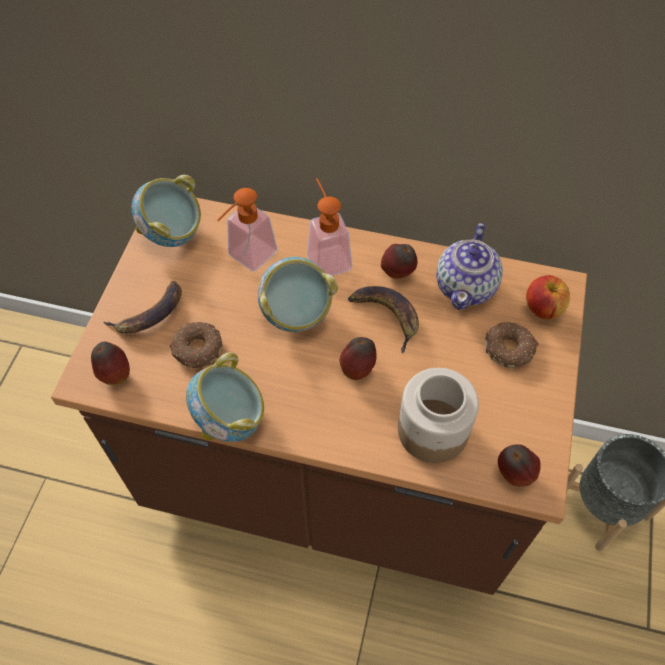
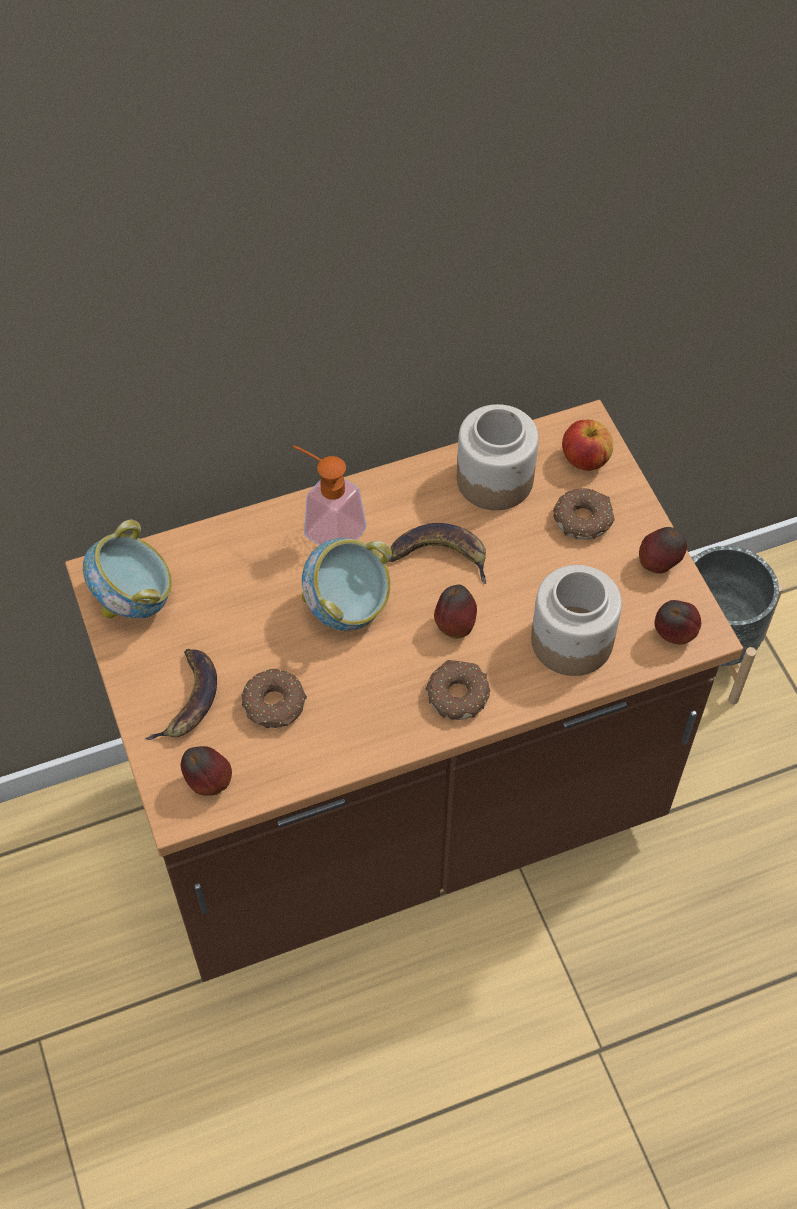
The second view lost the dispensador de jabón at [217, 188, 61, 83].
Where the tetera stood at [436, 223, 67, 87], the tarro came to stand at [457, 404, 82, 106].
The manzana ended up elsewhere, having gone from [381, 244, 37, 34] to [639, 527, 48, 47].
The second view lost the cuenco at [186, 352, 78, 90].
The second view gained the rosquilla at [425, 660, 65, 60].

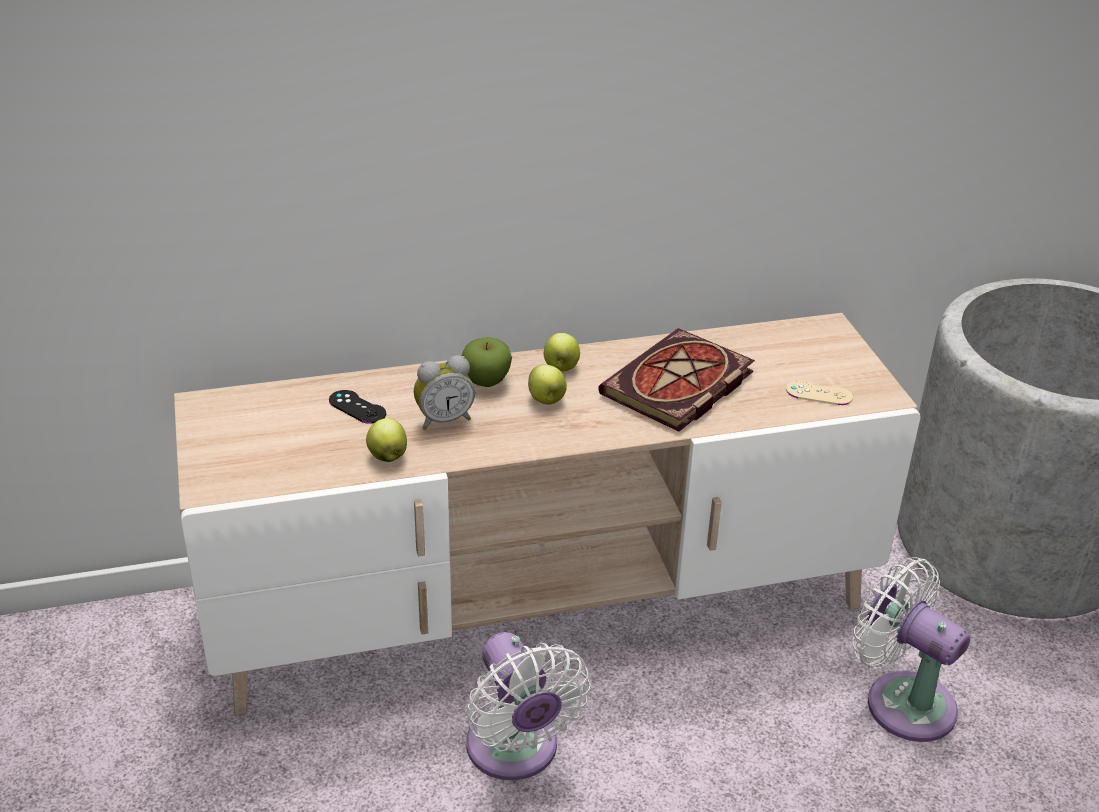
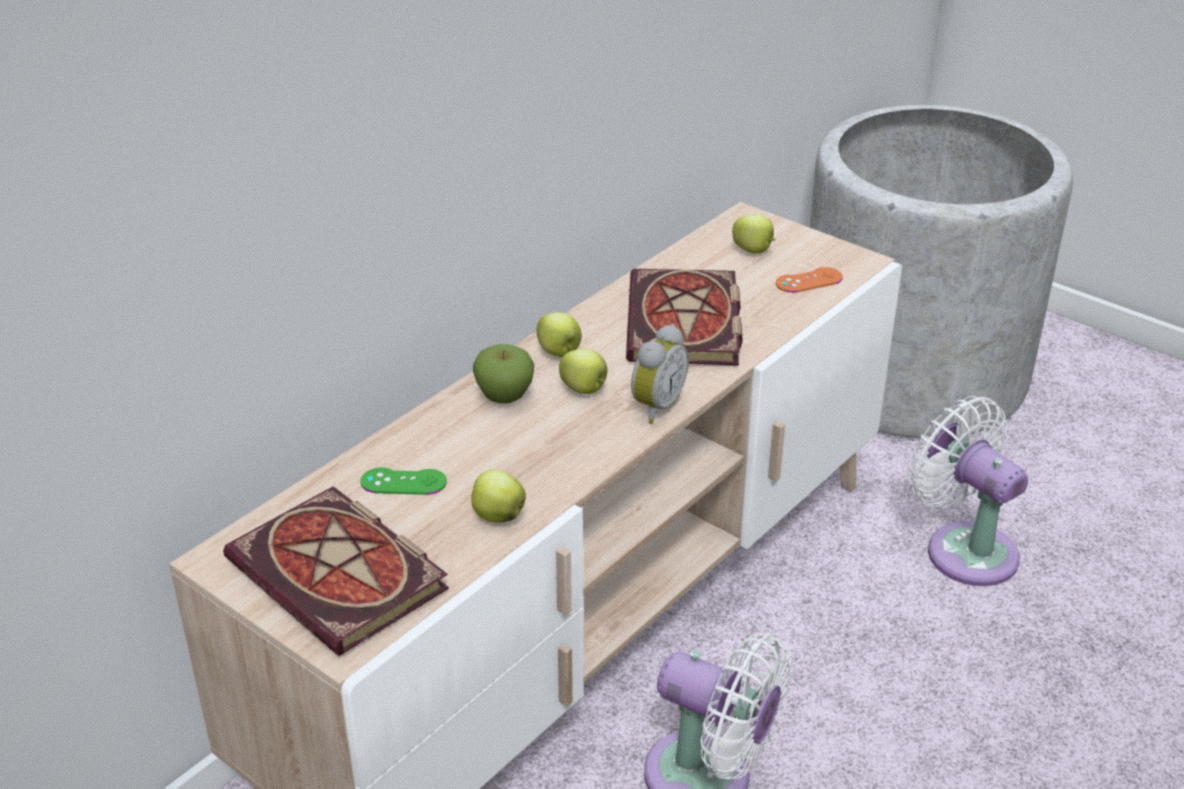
The despertador ended up elsewhere, having gone from [414, 355, 61, 75] to [631, 324, 58, 100].
What was the mando de consola [beis] at [786, 381, 67, 24] turned into the mando de consola [naranja] at [776, 267, 67, 26].
What was the mando de consola [negro] at [329, 390, 57, 34] turned into the mando de consola [verde] at [360, 467, 87, 28].
The ventilador [blanco] at [853, 557, 117, 185] ended up facing another way, 45 degrees clockwise from before.
The second view gained the manzana at [732, 214, 44, 40].
The second view gained the libro at [223, 486, 226, 170].

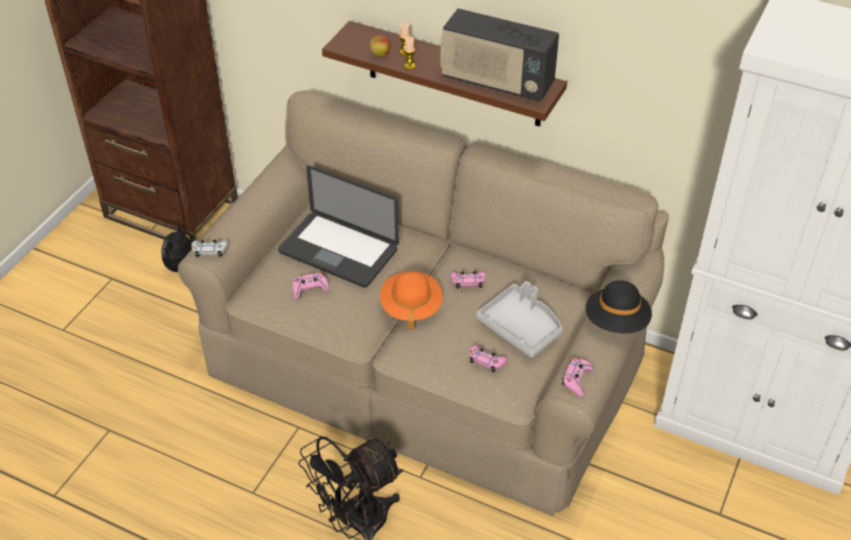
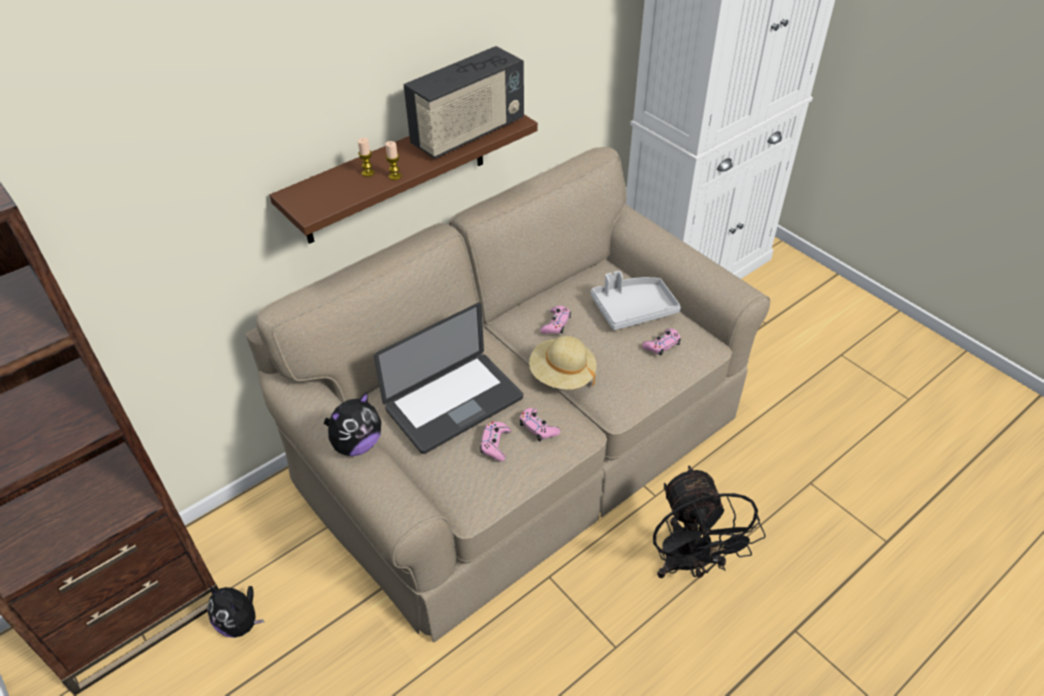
The second view lost the manzana at [370, 35, 20, 22].
The second view lost the mando de consola [blanco] at [191, 240, 38, 17].
What was the sombrero [naranja] at [380, 272, 63, 58] turned into the sombrero [beis] at [529, 336, 68, 54].
The second view lost the sombrero [negro] at [586, 280, 66, 53].
The mando de consola [rosa] ended up elsewhere, having gone from [562, 358, 32, 38] to [520, 408, 40, 33].
The second view gained the peluche at [324, 392, 57, 64].

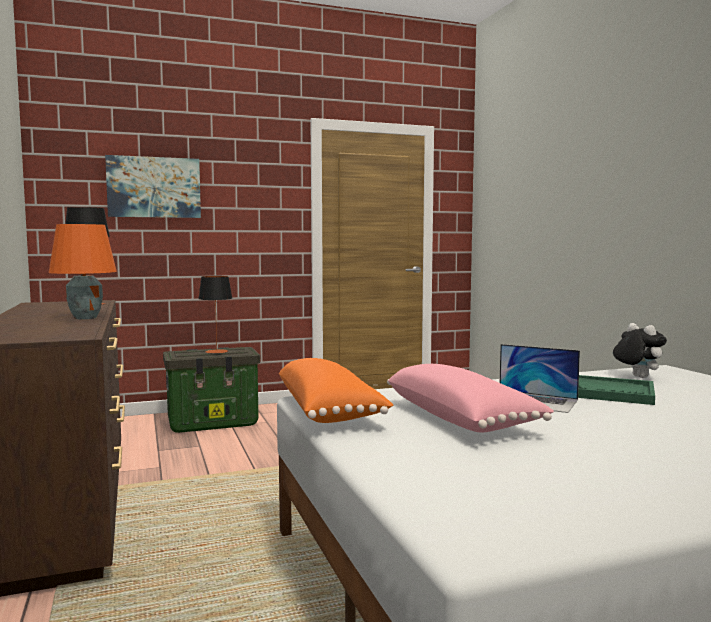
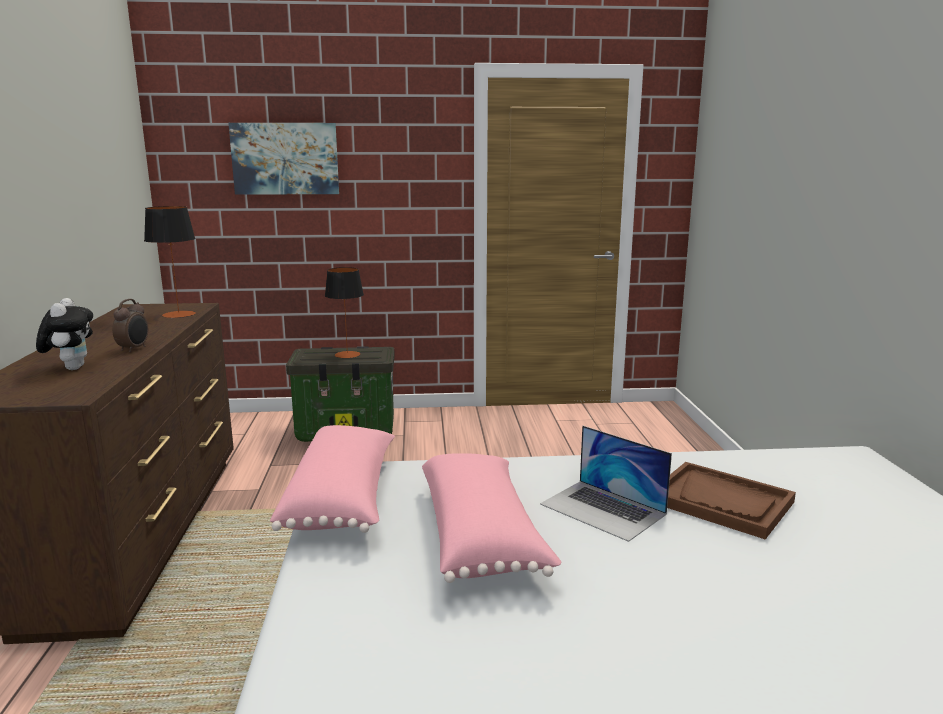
Where the lámpara de mesa [naranja] stood at [49, 224, 68, 95], the despertador came to stand at [112, 299, 36, 53].
The peluche ended up elsewhere, having gone from [613, 323, 54, 55] to [36, 298, 57, 72].
What was the cojín [naranja] at [279, 358, 114, 65] turned into the cojín [rosa] at [270, 425, 125, 108].
What was the bandeja [verde] at [578, 375, 77, 30] turned into the bandeja [marrón] at [667, 462, 129, 77].

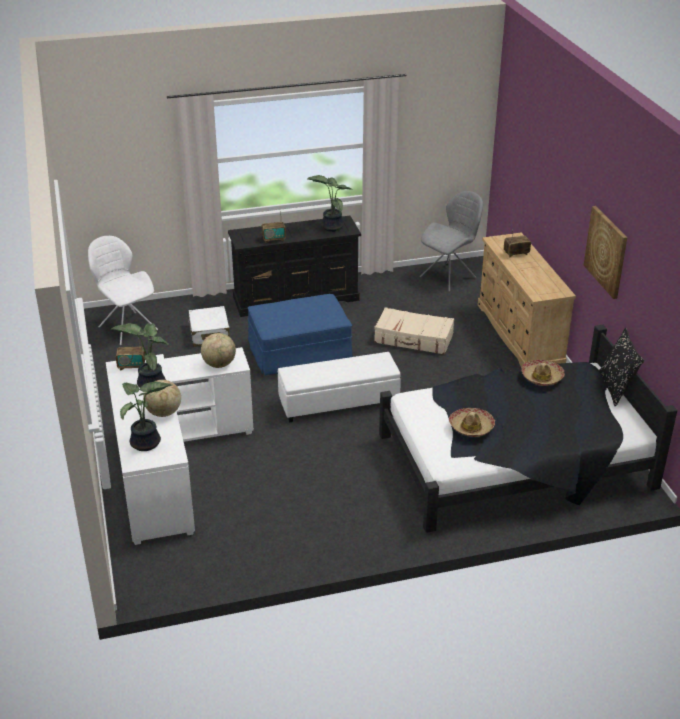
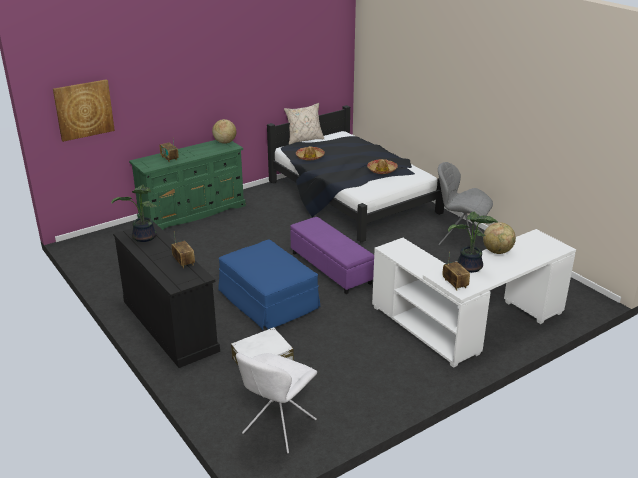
The silla [gris] ended up elsewhere, having gone from [420, 191, 63, 101] to [438, 162, 55, 83].
The cuadro ended up elsewhere, having gone from [584, 206, 43, 93] to [53, 79, 62, 63].
What was the cómoda [beis] at [478, 233, 98, 135] turned into the cómoda [verde] at [129, 140, 117, 90].
The second view lost the maleta [beis] at [374, 307, 80, 48].
What was the cojín [negro] at [599, 328, 45, 79] turned into the cojín [beis] at [284, 103, 40, 41].
The globo terráqueo ended up elsewhere, having gone from [201, 333, 35, 35] to [212, 119, 24, 25].
What was the puf [blanco] at [278, 352, 123, 71] turned into the puf [morado] at [290, 217, 84, 77].
The second view lost the planta en maceta at [120, 381, 52, 70].

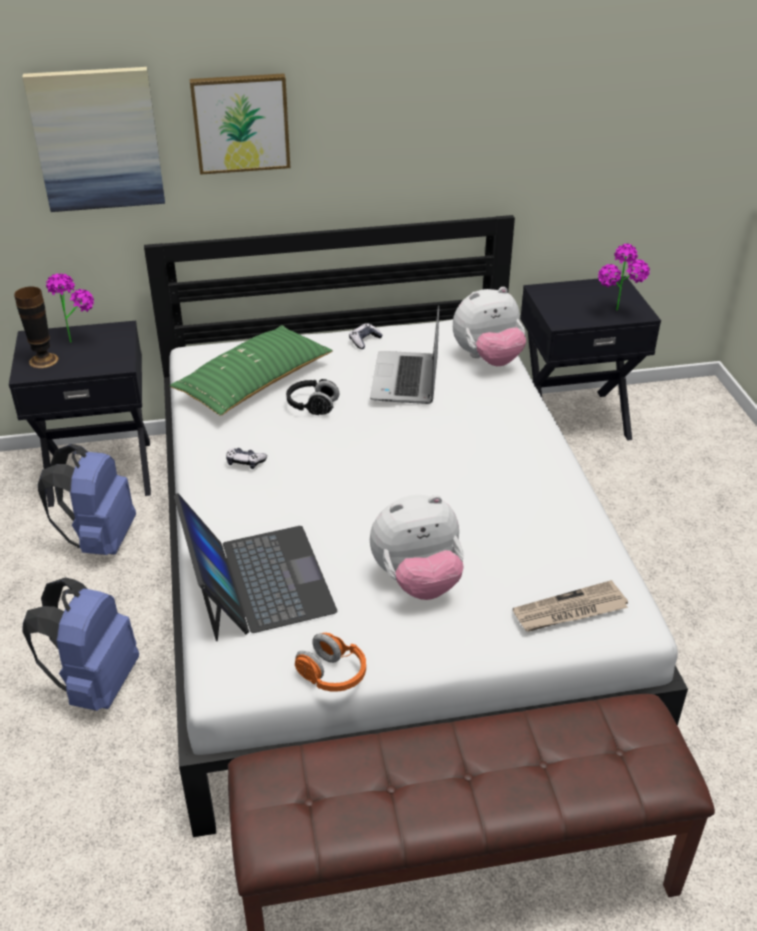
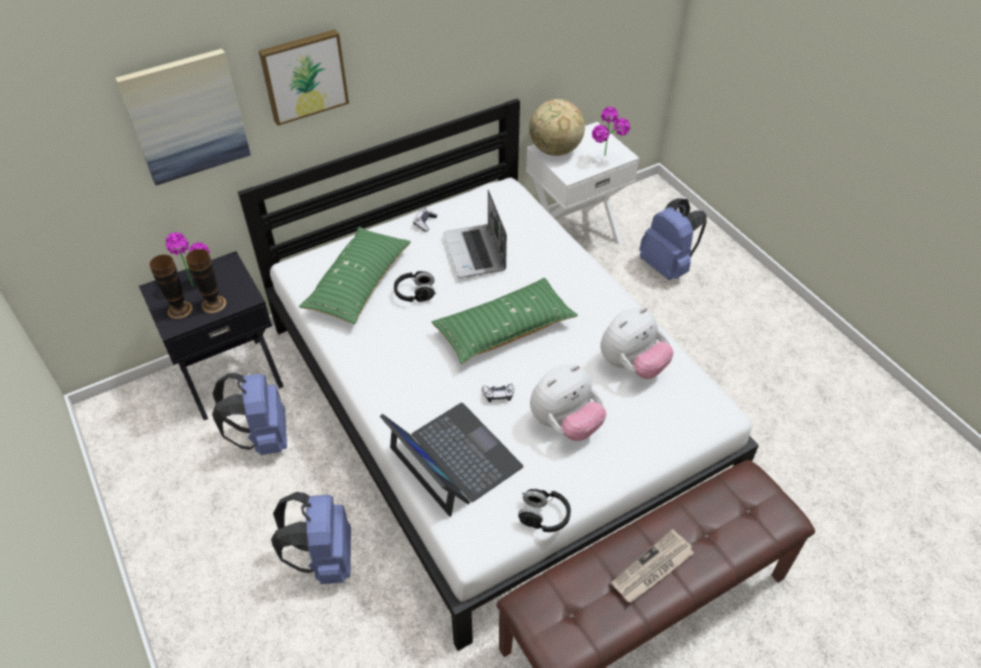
What was the mesita de noche [negro] at [520, 276, 141, 164] turned into the mesita de noche [blanco] at [526, 122, 113, 123].
The peluche ended up elsewhere, having gone from [453, 287, 73, 79] to [600, 307, 74, 72].
The mando de consola ended up elsewhere, having gone from [226, 448, 41, 21] to [482, 384, 32, 18].
The periódico ended up elsewhere, having gone from [513, 580, 115, 52] to [611, 529, 83, 74].
What was the auriculares [naranja] at [295, 633, 71, 59] turned into the auriculares [negro] at [518, 489, 53, 43].
The second view gained the globo terráqueo at [529, 99, 56, 57].
The second view gained the mochila [azul] at [639, 198, 68, 82].
The second view gained the florero at [186, 249, 41, 64].
The second view gained the cojín [verde] at [432, 278, 146, 86].

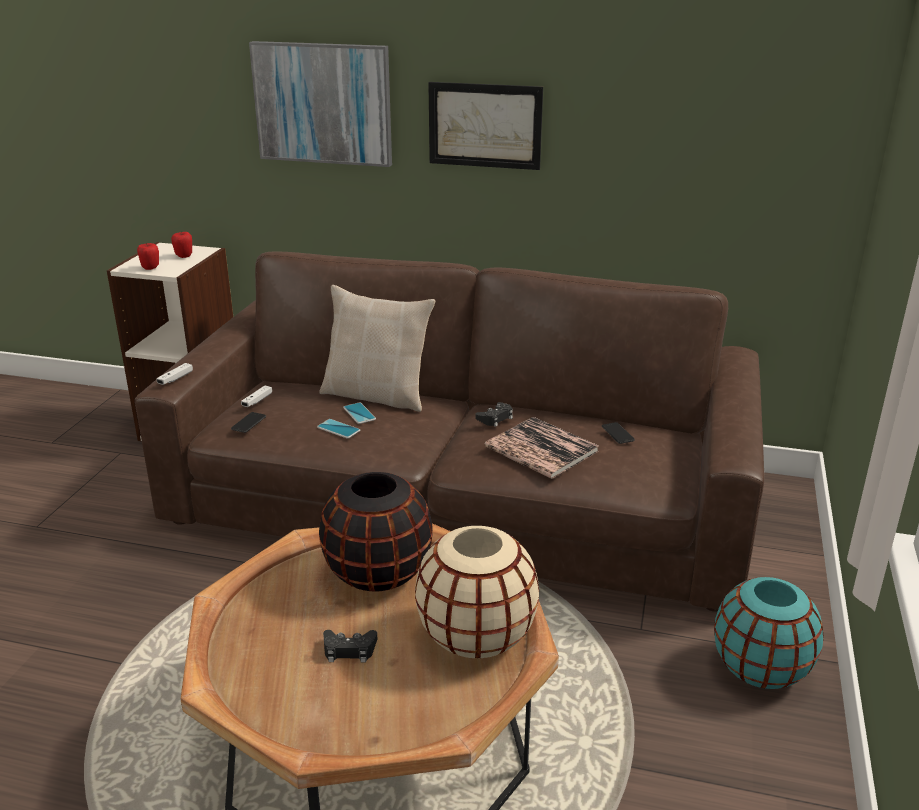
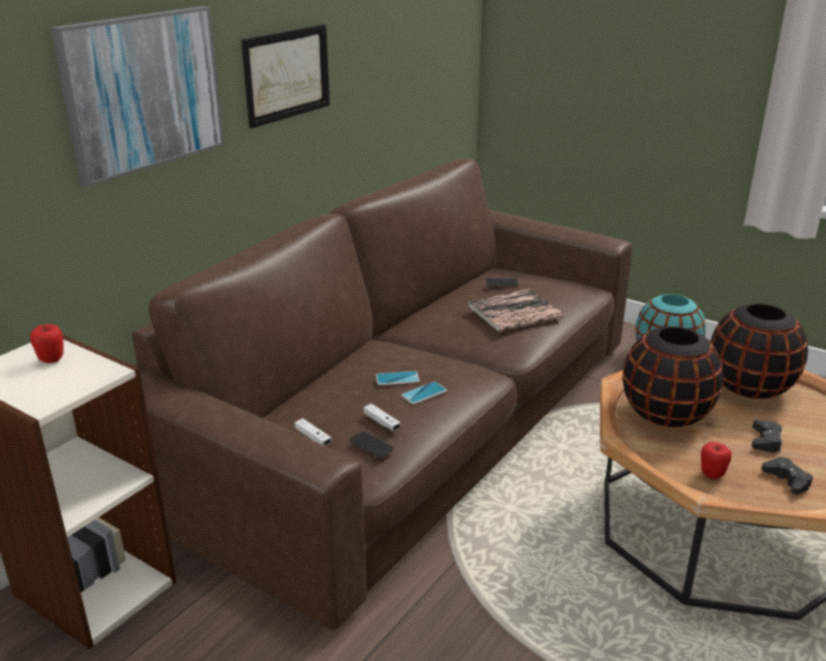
The manzana ended up elsewhere, having gone from [137, 243, 22, 27] to [701, 442, 30, 37].
The second view lost the cojín [beis] at [319, 285, 116, 127].
The mando de consola [blanco] ended up elsewhere, having gone from [156, 363, 37, 22] to [363, 404, 38, 27].
The mando de consola [negro] ended up elsewhere, having gone from [476, 402, 37, 25] to [761, 457, 52, 38].
What was the florero [beis] at [415, 526, 124, 132] turned into the florero [negro] at [710, 304, 98, 95].

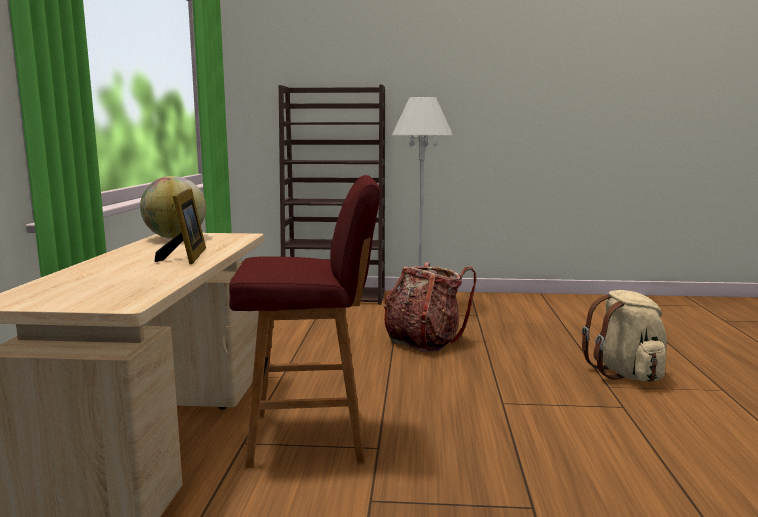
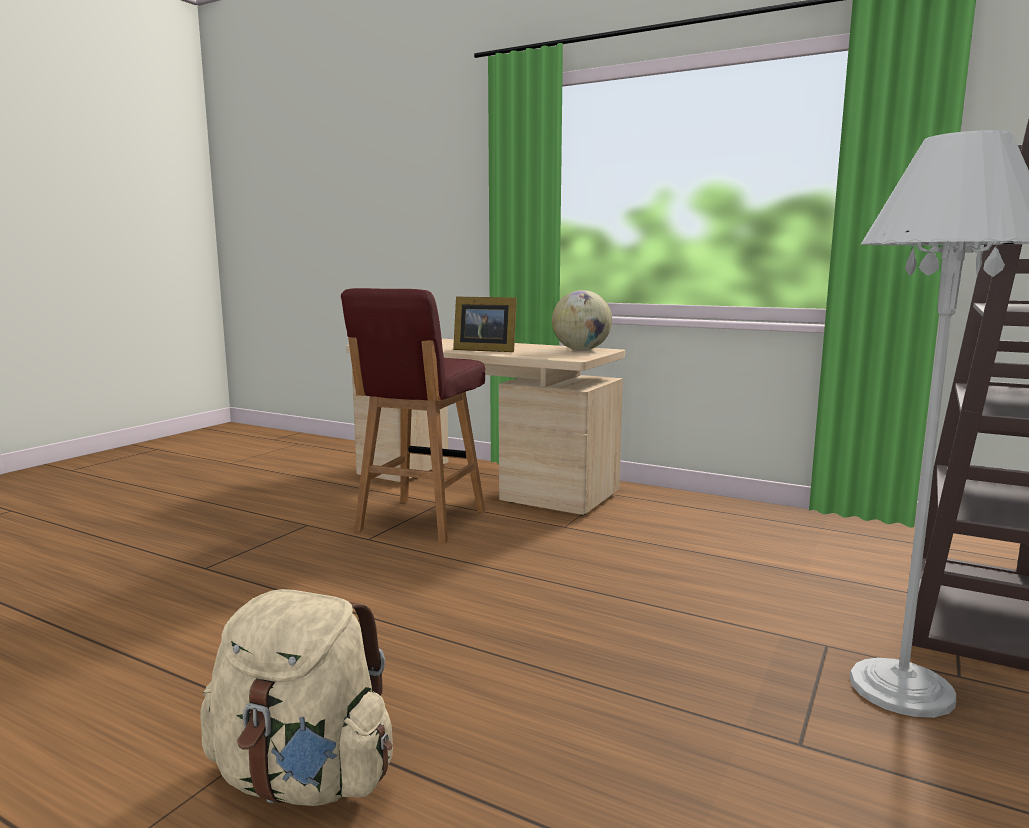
The second view lost the mochila at [384, 262, 92, 90].

